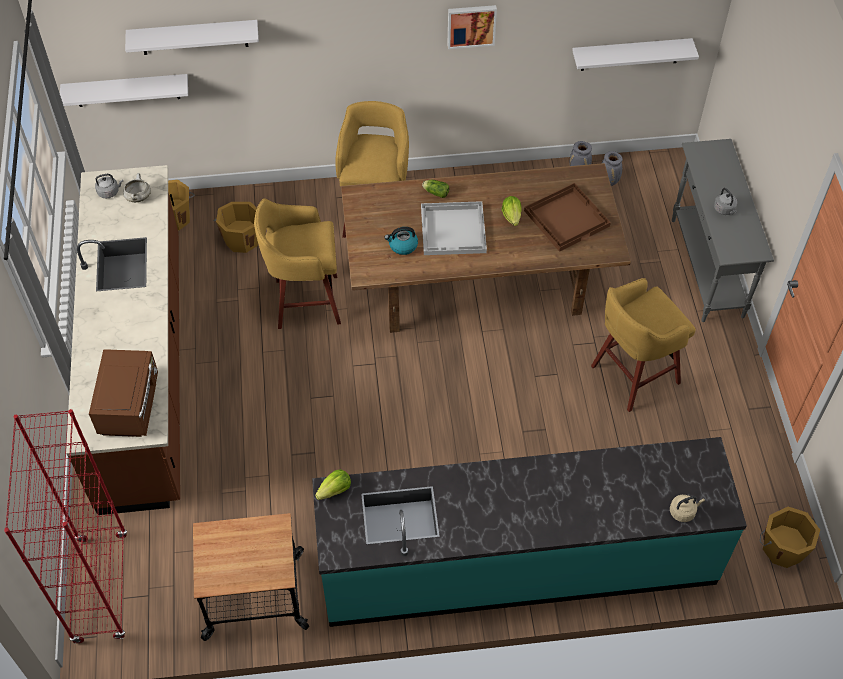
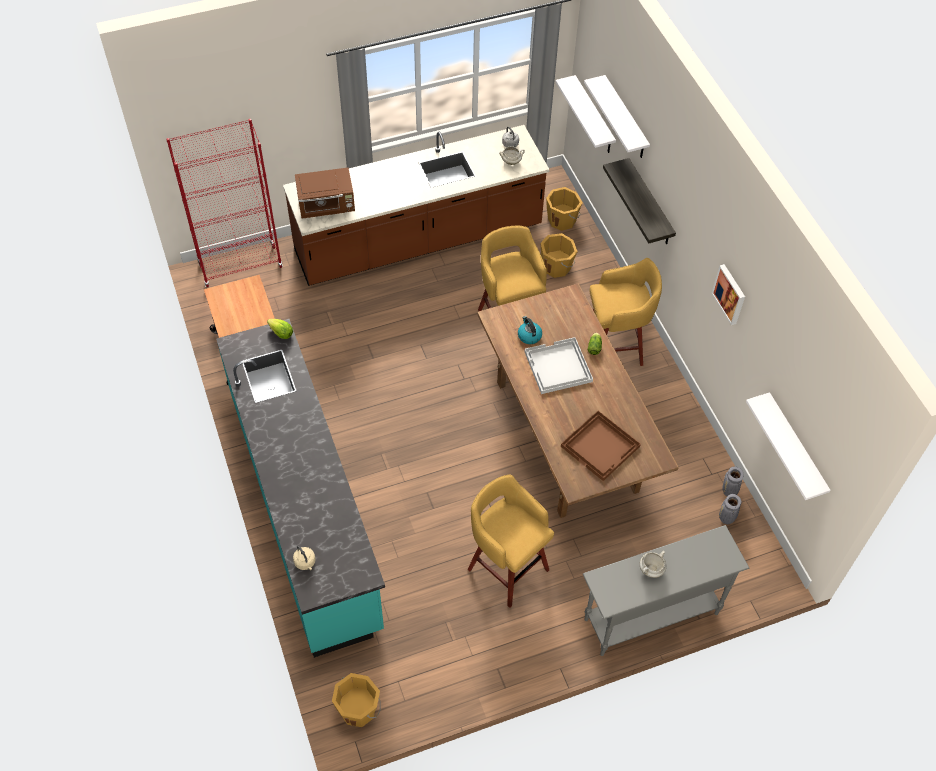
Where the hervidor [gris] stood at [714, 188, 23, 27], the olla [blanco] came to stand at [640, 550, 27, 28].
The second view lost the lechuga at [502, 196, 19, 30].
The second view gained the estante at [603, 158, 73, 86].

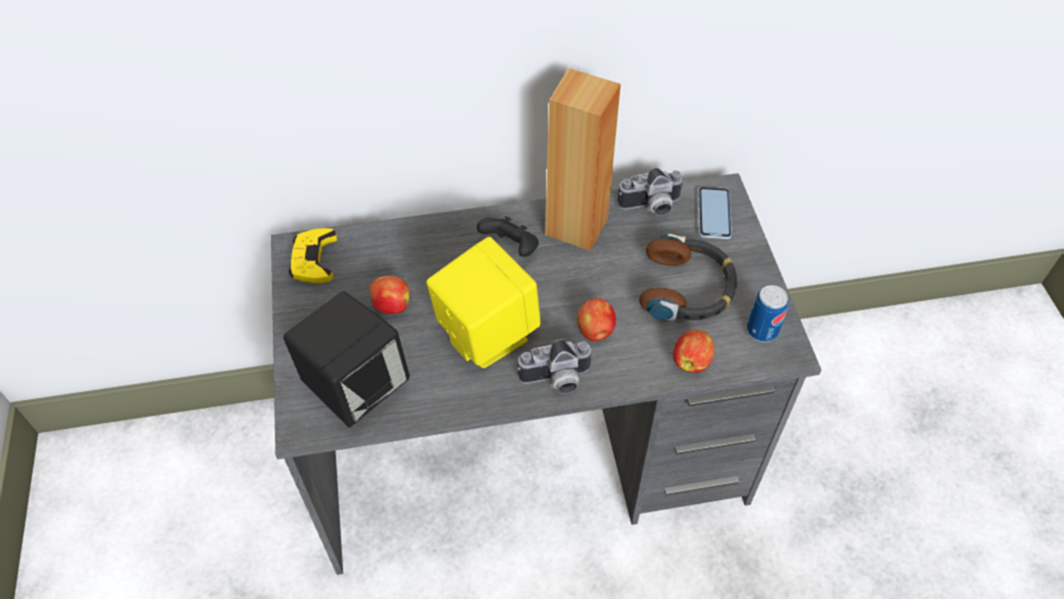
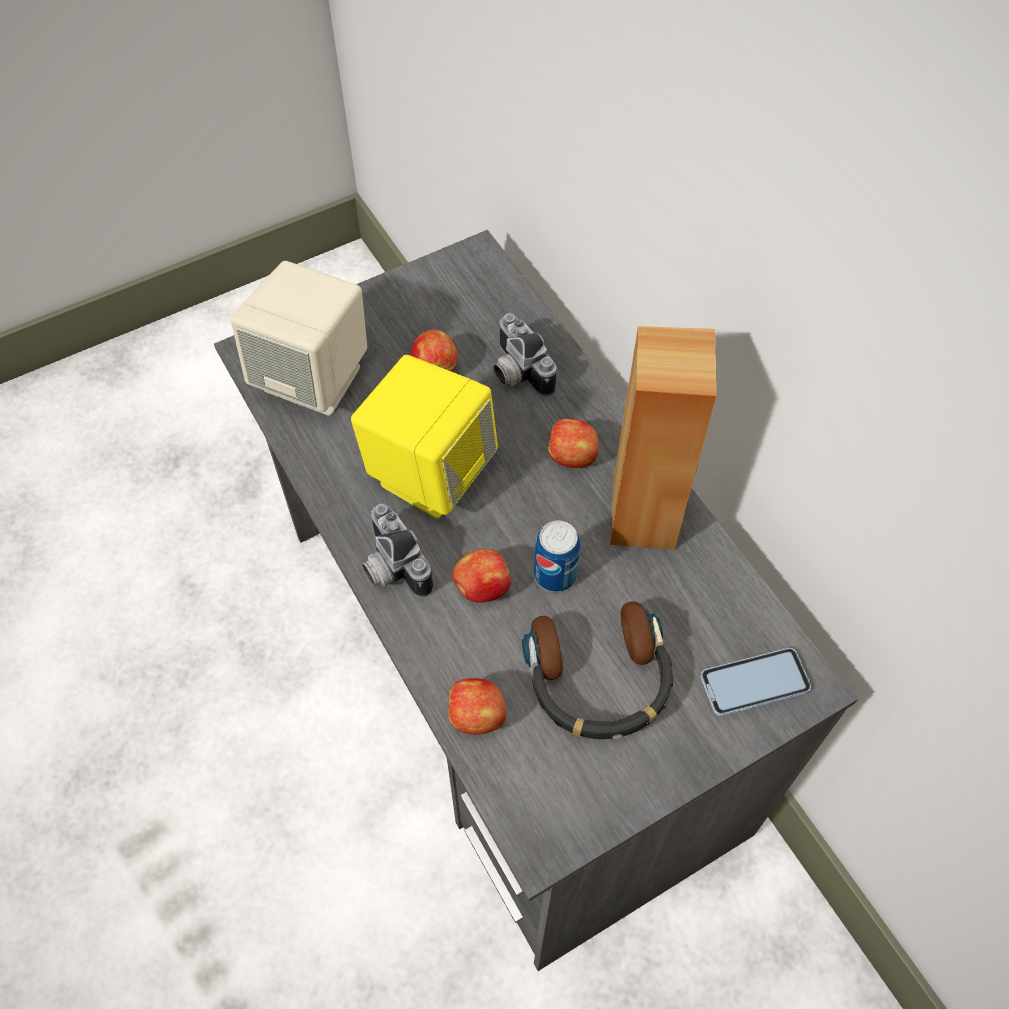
The cámara ended up elsewhere, having gone from [617, 168, 68, 48] to [493, 313, 64, 84].
Where the mando de consola [negro] stood at [477, 216, 62, 41], the manzana came to stand at [548, 419, 51, 49].
The second view lost the mando de consola [amarillo] at [289, 228, 48, 55].
The lata ended up elsewhere, having gone from [747, 285, 42, 57] to [534, 521, 46, 71].
What was the altavoz [negro] at [283, 292, 127, 135] turned into the altavoz [beis] at [231, 261, 136, 155].

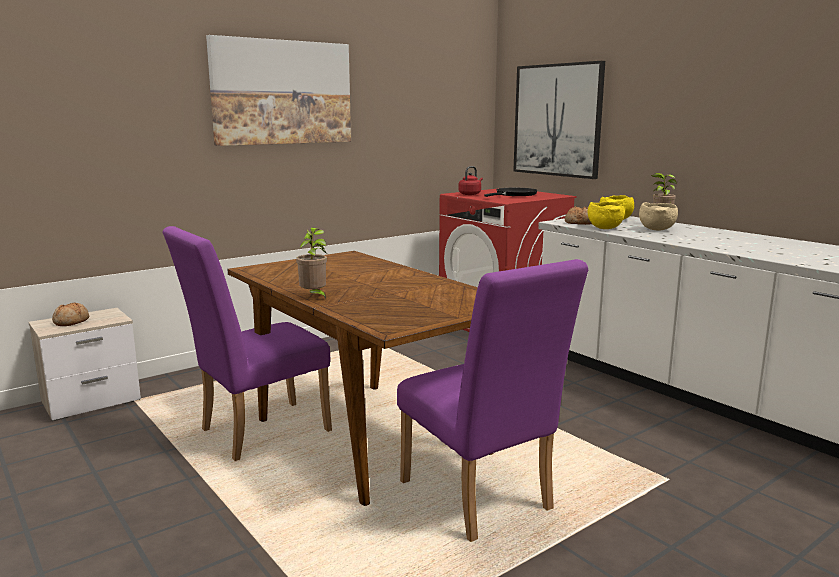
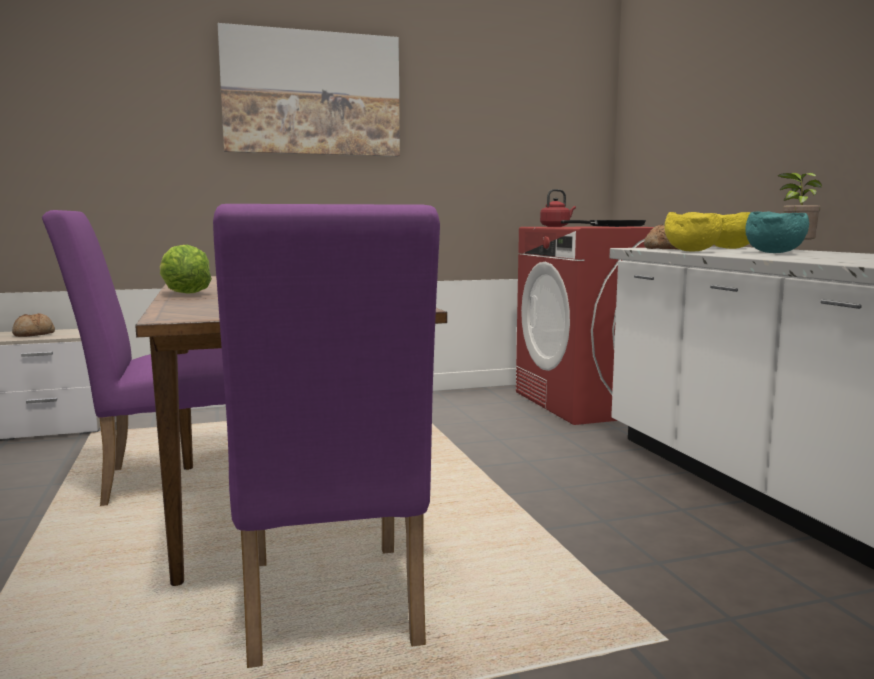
The second view lost the cuadro at [513, 61, 92, 118].
What was the cuenco [beis] at [639, 202, 39, 29] turned into the cuenco [turquesa] at [745, 212, 64, 41].
Where the planta en maceta stood at [296, 227, 31, 72], the lechuga came to stand at [160, 245, 52, 49].

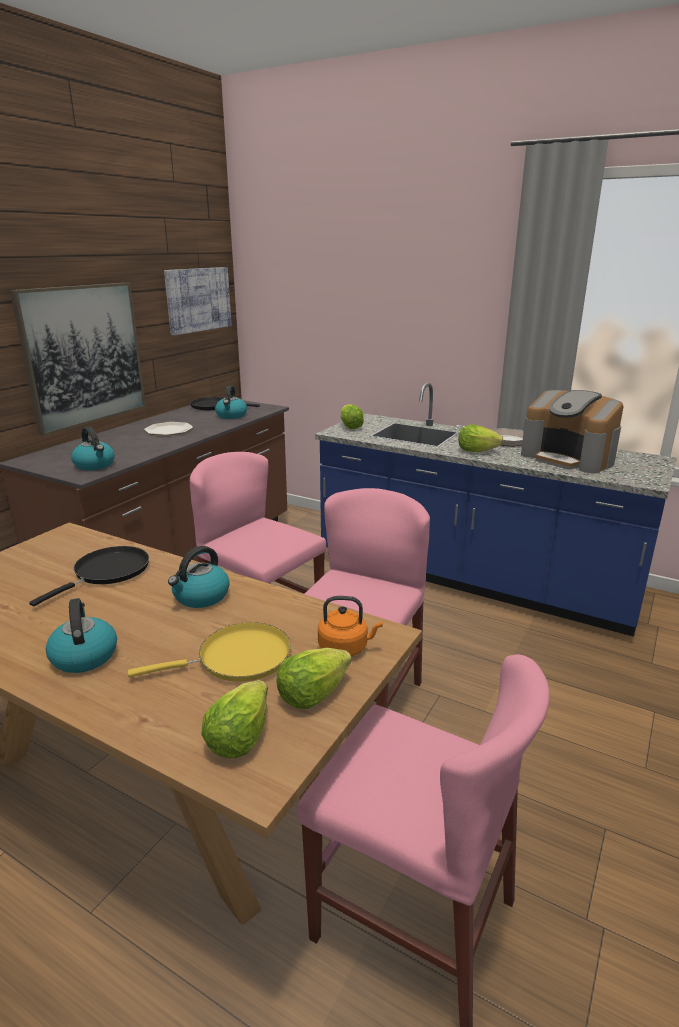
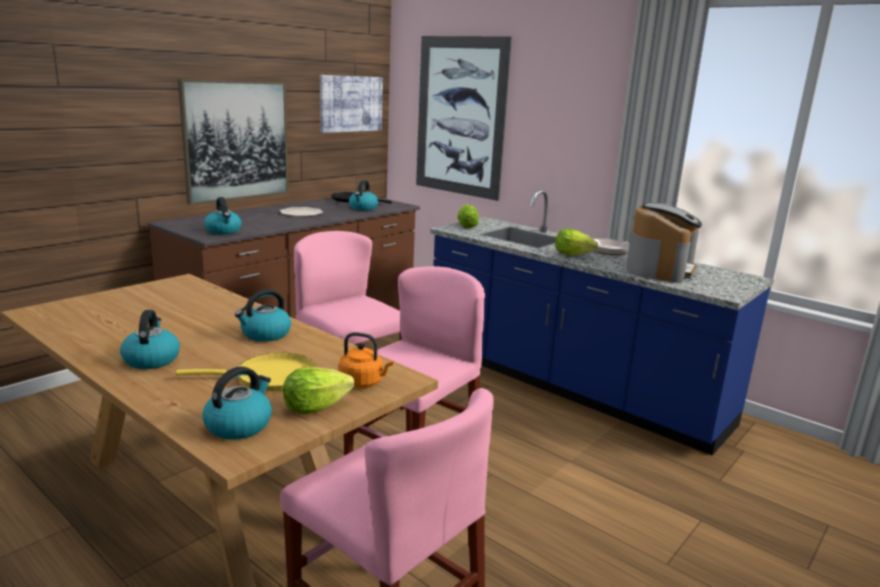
The cafetera at [521, 390, 103, 83] ended up facing another way, 120 degrees counterclockwise from before.
The second view lost the sartén [negro] at [29, 546, 120, 60].
Where the lechuga stood at [201, 680, 67, 78], the hervidor came to stand at [203, 366, 69, 74].
The second view gained the cuadro at [416, 36, 96, 165].

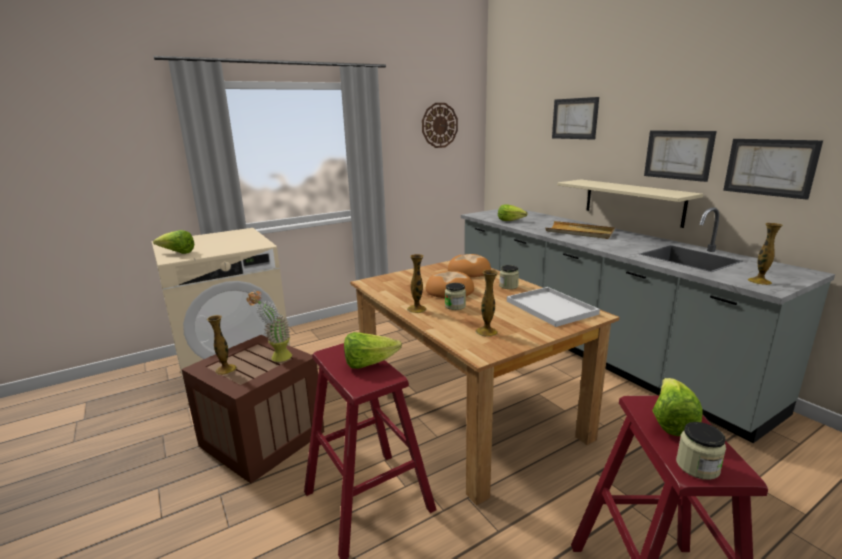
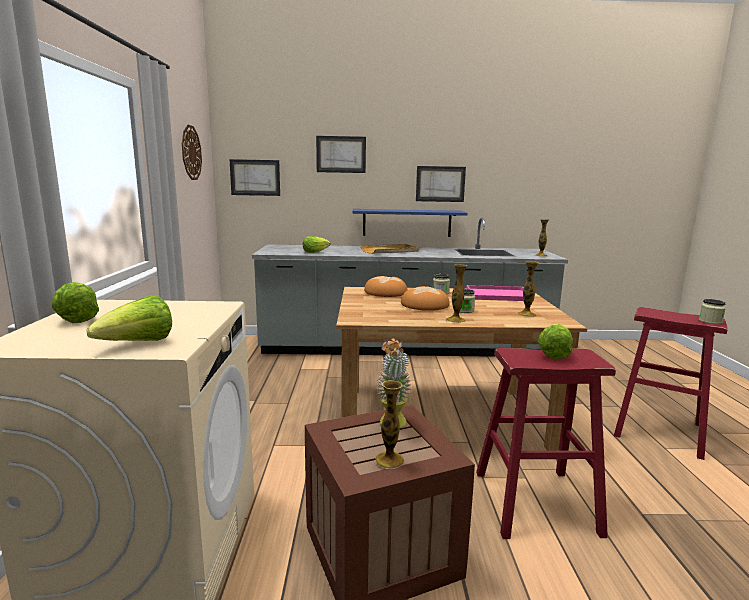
The cuadro ended up elsewhere, having gone from [723, 139, 100, 61] to [230, 159, 50, 37].
What was the estante [beis] at [557, 179, 146, 49] turned into the estante [azul] at [352, 209, 116, 28].
What was the bandeja [blanco] at [507, 287, 93, 40] turned into the bandeja [rosa] at [466, 285, 68, 16].
The lechuga ended up elsewhere, having gone from [652, 378, 51, 58] to [52, 282, 47, 41].

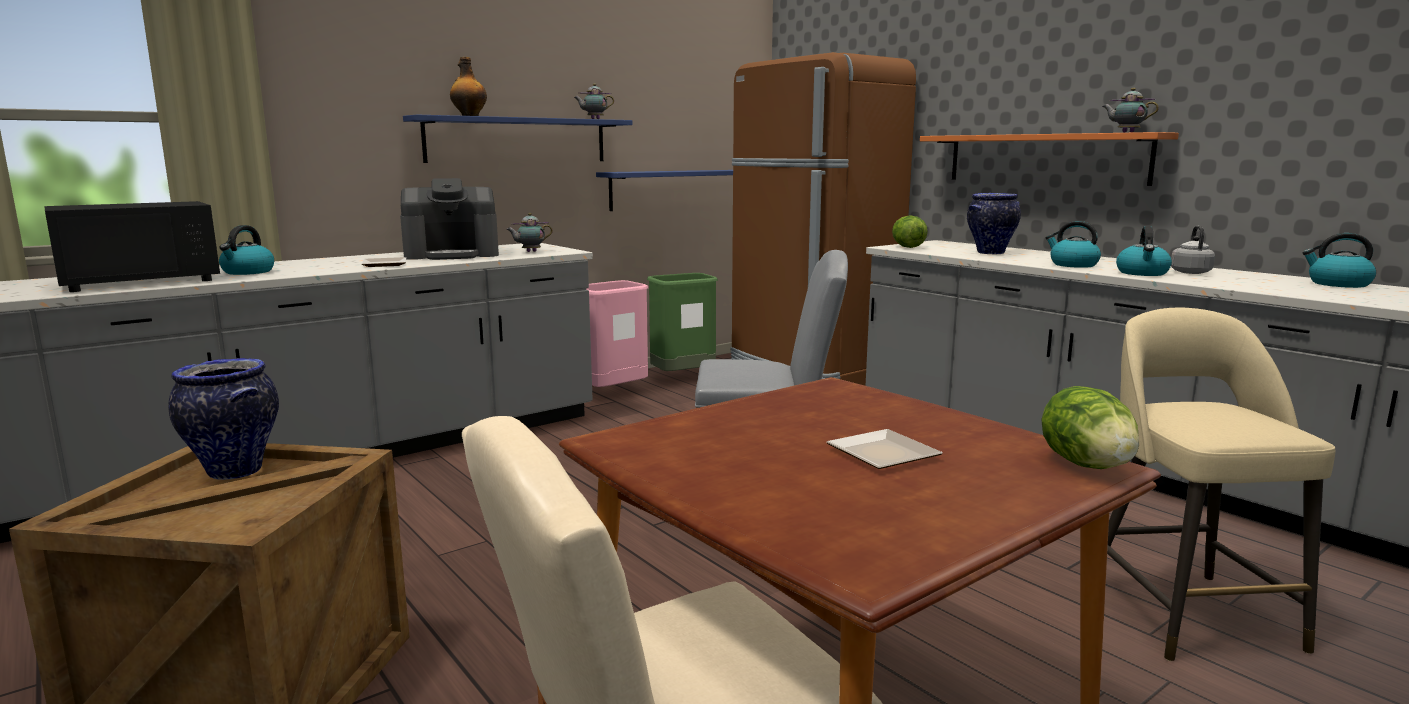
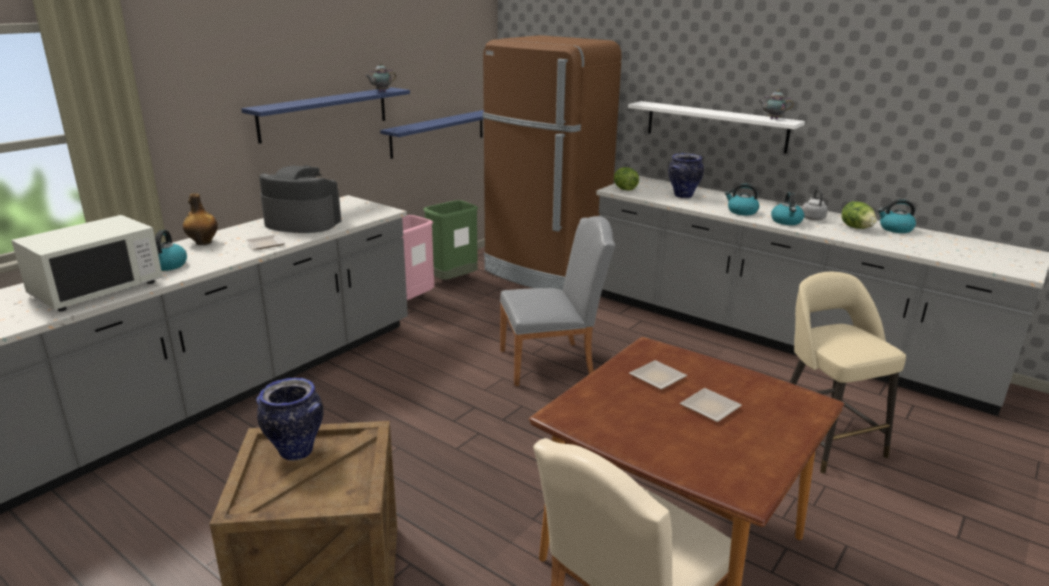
The botella ended up elsewhere, having gone from [450, 57, 37, 59] to [183, 193, 35, 52].
What was the estante [naranja] at [920, 132, 259, 54] turned into the estante [blanco] at [628, 101, 177, 53].
The cafetera at [400, 178, 99, 82] ended up facing another way, 135 degrees counterclockwise from before.
What was the microondas [negro] at [44, 201, 176, 91] turned into the microondas [blanco] at [11, 215, 152, 96].
The second view lost the tetera at [506, 213, 47, 39].
The lechuga ended up elsewhere, having gone from [1041, 386, 98, 83] to [841, 201, 36, 28].
The second view gained the plato at [629, 360, 58, 30].

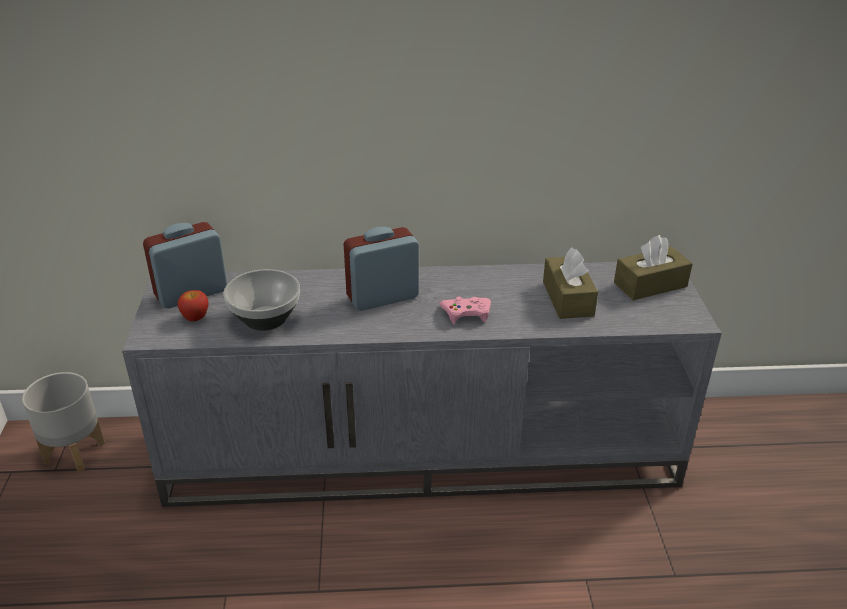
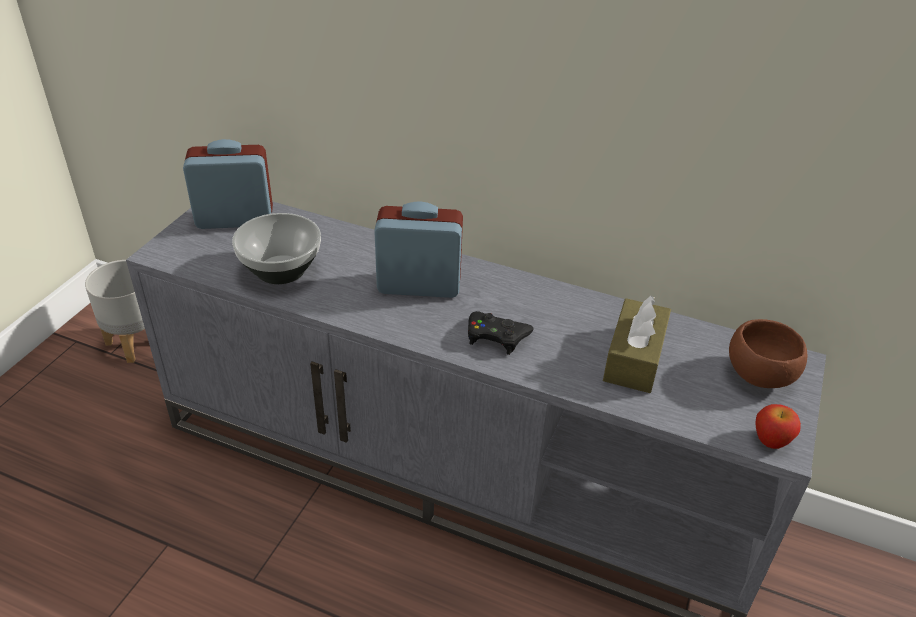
Where the caja de pañuelos [marrón] stood at [614, 235, 79, 65], the cuenco [marrón] came to stand at [729, 319, 78, 69].
The manzana ended up elsewhere, having gone from [177, 290, 32, 31] to [756, 404, 45, 45].
What was the mando de consola [rosa] at [439, 297, 52, 27] turned into the mando de consola [negro] at [468, 311, 66, 44].

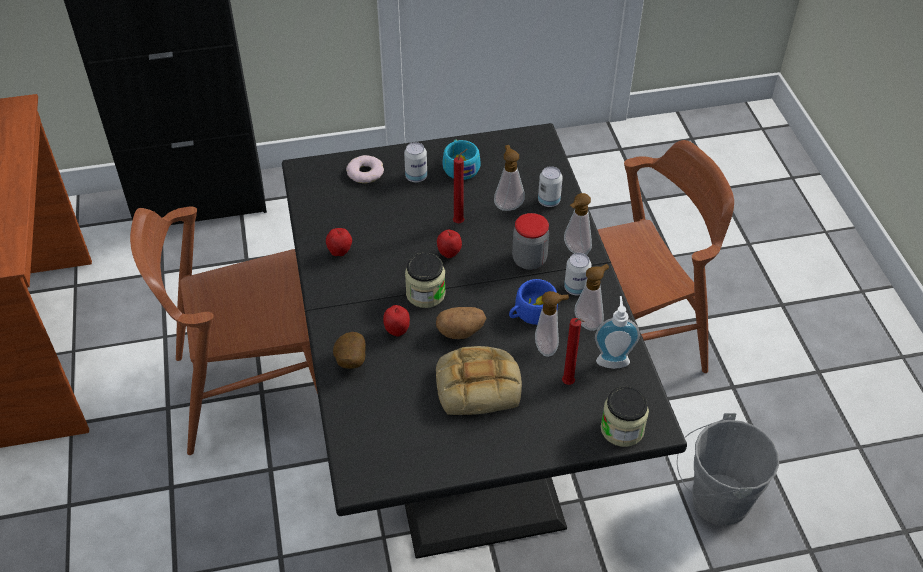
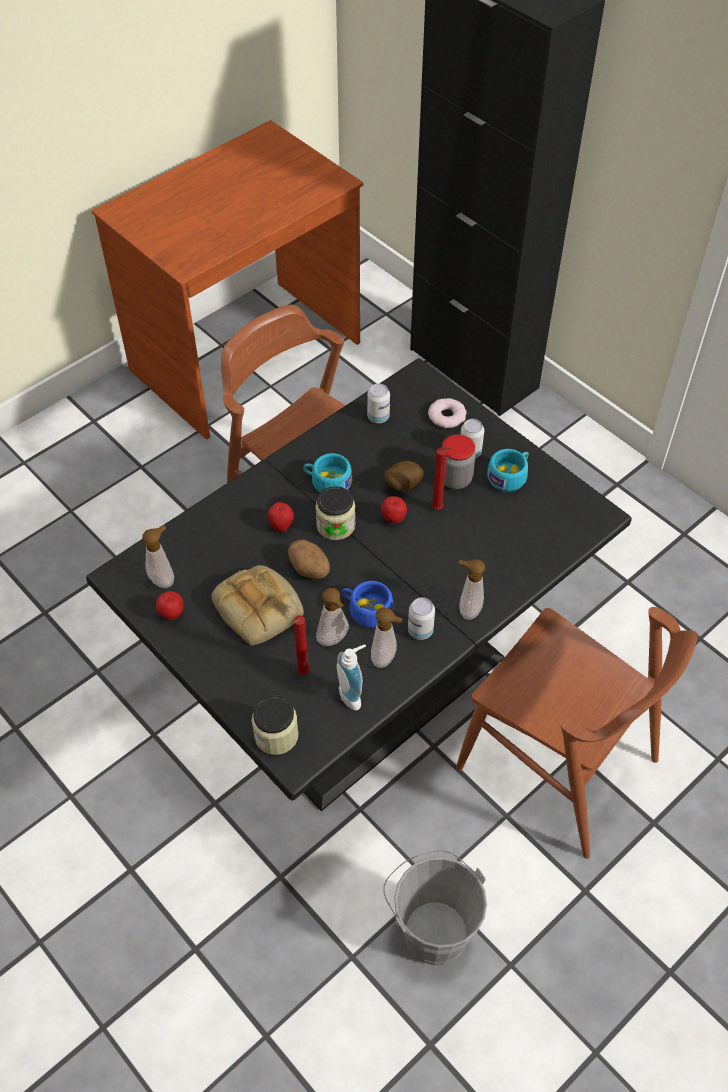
The dispensador de jabón ended up elsewhere, having gone from [494, 145, 31, 66] to [142, 525, 32, 63].
The lata ended up elsewhere, having gone from [538, 166, 25, 41] to [367, 384, 23, 39].
The tarro ended up elsewhere, having gone from [512, 213, 37, 57] to [442, 434, 34, 55].
The manzana ended up elsewhere, having gone from [326, 228, 26, 28] to [156, 591, 28, 29].
The patata ended up elsewhere, having gone from [333, 332, 33, 37] to [385, 461, 39, 30].
The second view gained the taza [turquesa] at [303, 453, 49, 40].

